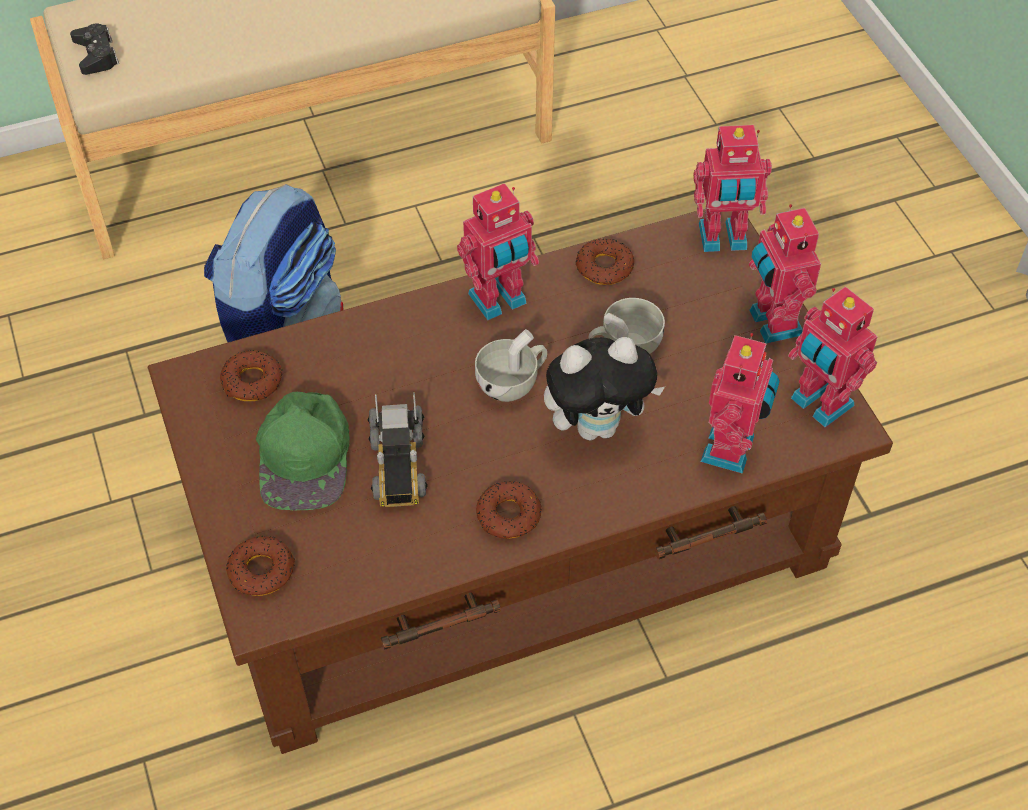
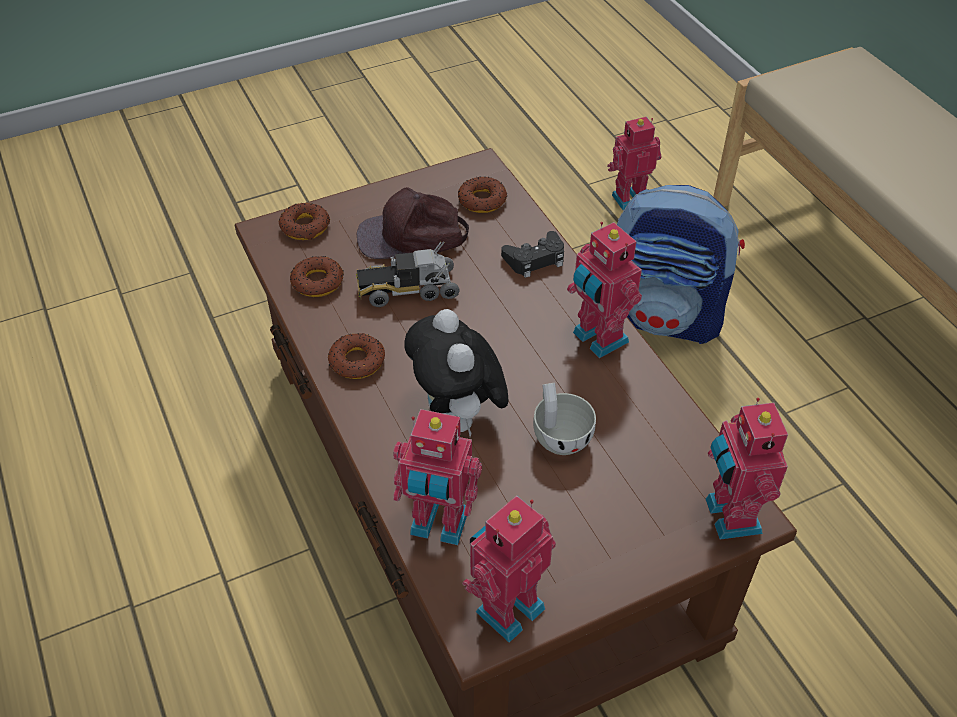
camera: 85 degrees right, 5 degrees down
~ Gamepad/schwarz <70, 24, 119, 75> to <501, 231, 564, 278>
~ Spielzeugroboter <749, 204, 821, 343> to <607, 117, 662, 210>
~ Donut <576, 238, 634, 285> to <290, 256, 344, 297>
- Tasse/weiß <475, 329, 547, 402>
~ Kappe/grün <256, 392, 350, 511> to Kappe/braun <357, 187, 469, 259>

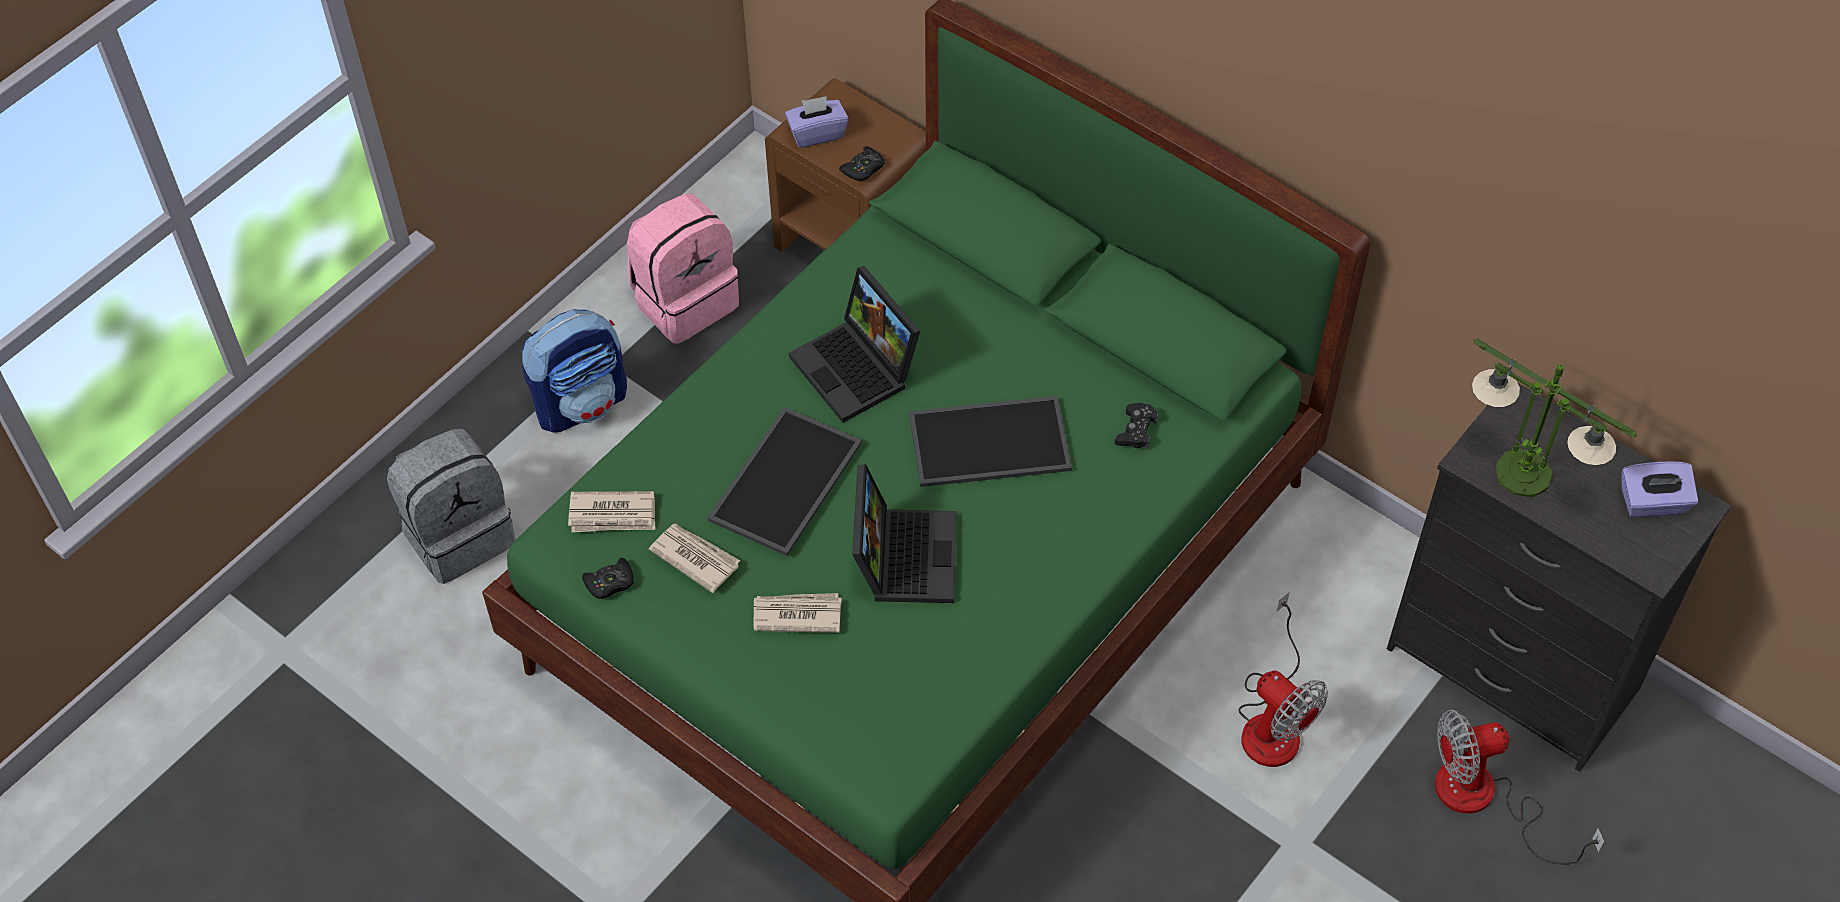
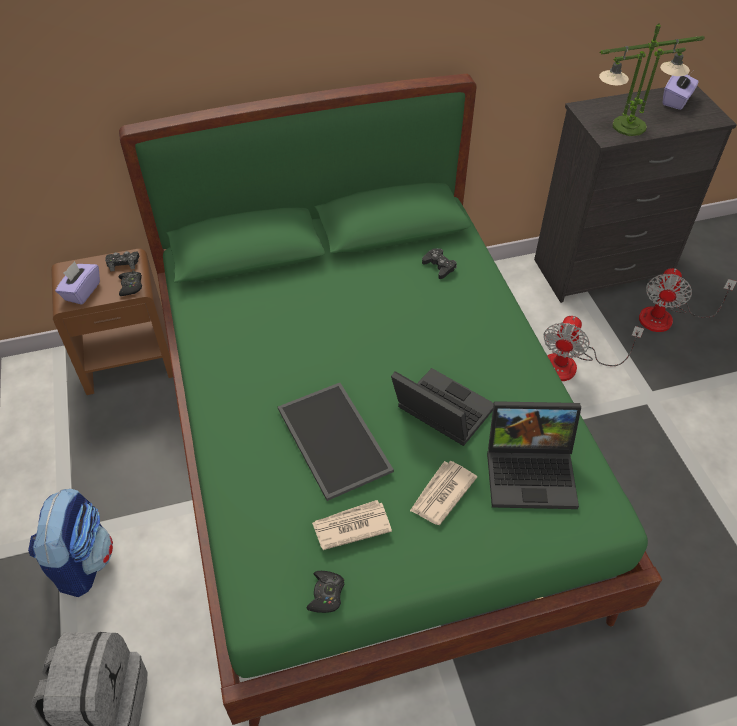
camera: 55 degrees left, 5 degrees down
- Rucksack/rosa <627, 194, 739, 344>
~ Laptop <789, 266, 920, 423> to <487, 401, 581, 509>
- Tablett <909, 396, 1072, 487>
- Zeitung <568, 491, 655, 532>
~ Ventilator <1238, 591, 1328, 767> = <543, 316, 644, 381> 120 degrees clockwise
+ Gamepad/schwarz <105, 251, 139, 271>

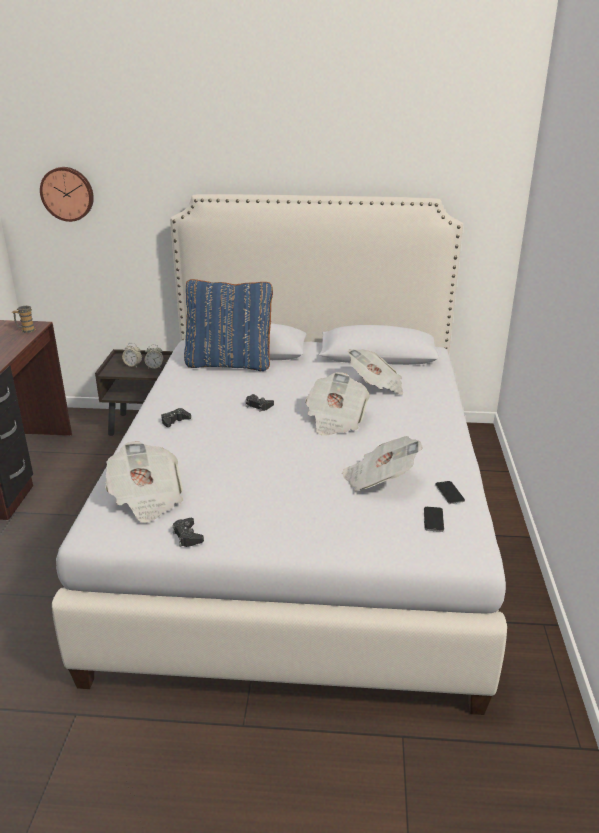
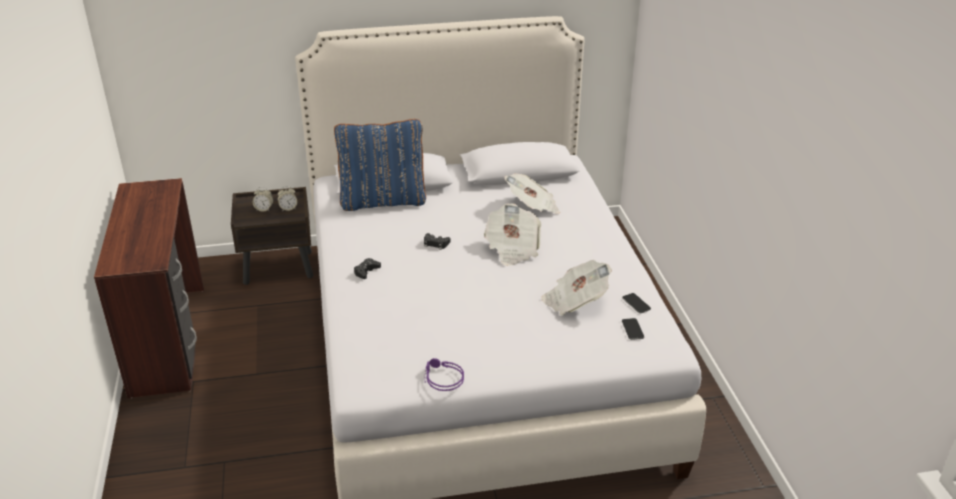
camera: 15 degrees left, 5 degrees up
- Wanduhr <40, 167, 94, 222>
- Henkelbecher <12, 306, 36, 333>
- Zeitung <105, 441, 183, 523>
~ Gamepad/schwarz <172, 518, 204, 547> to Kopfhörer/lila <425, 358, 464, 391>

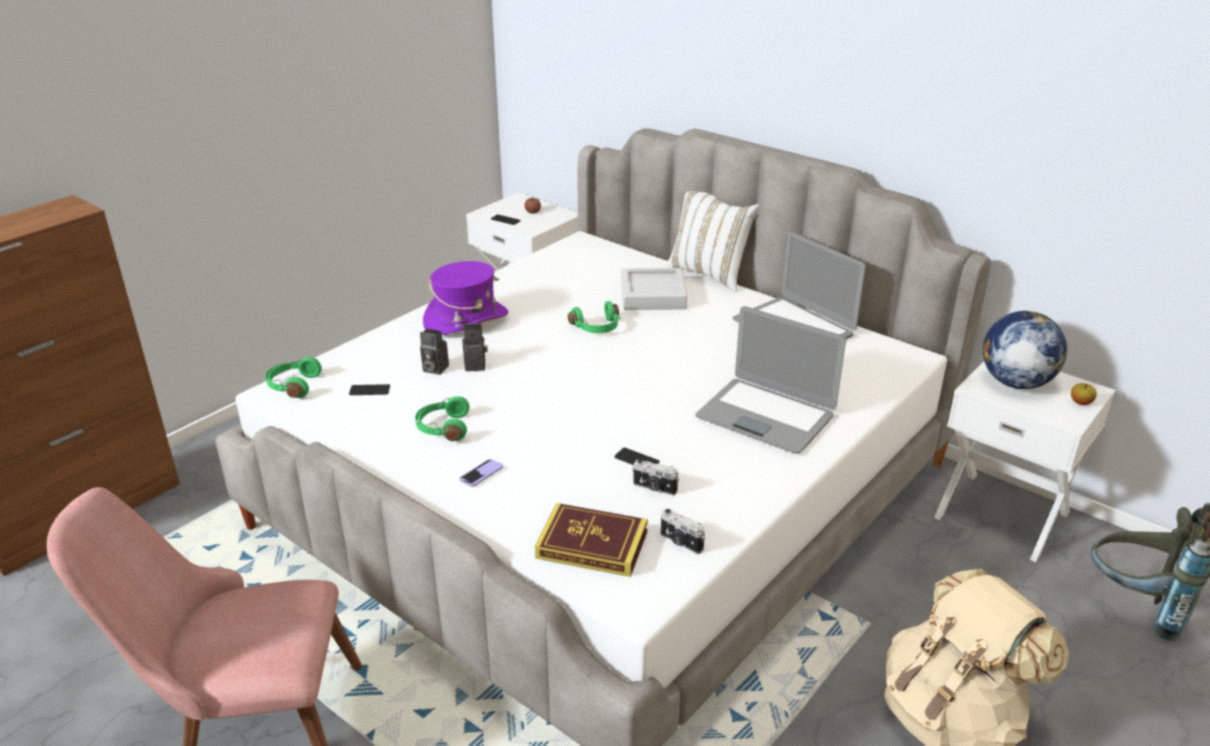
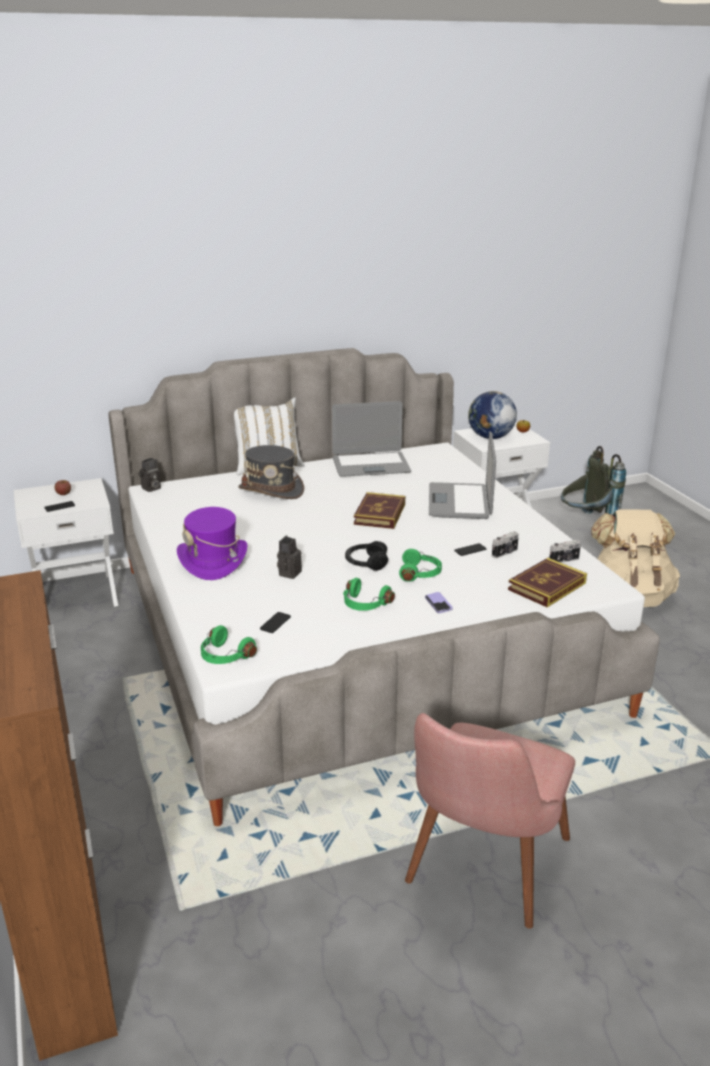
camera: 60 degrees left, 5 degrees down
~ Tablett/grau <621, 268, 687, 310> to Hut/grau <238, 445, 304, 499>
~ Kopfhörer/grün <568, 301, 620, 333> to <399, 549, 442, 582>
~ Laptop <696, 306, 846, 454> = <429, 431, 496, 519> 120 degrees clockwise
~ Kamera <420, 328, 449, 375> to <138, 458, 161, 492>
+ Buch <354, 492, 405, 529>
+ Kopfhörer/schwarz <345, 541, 388, 571>

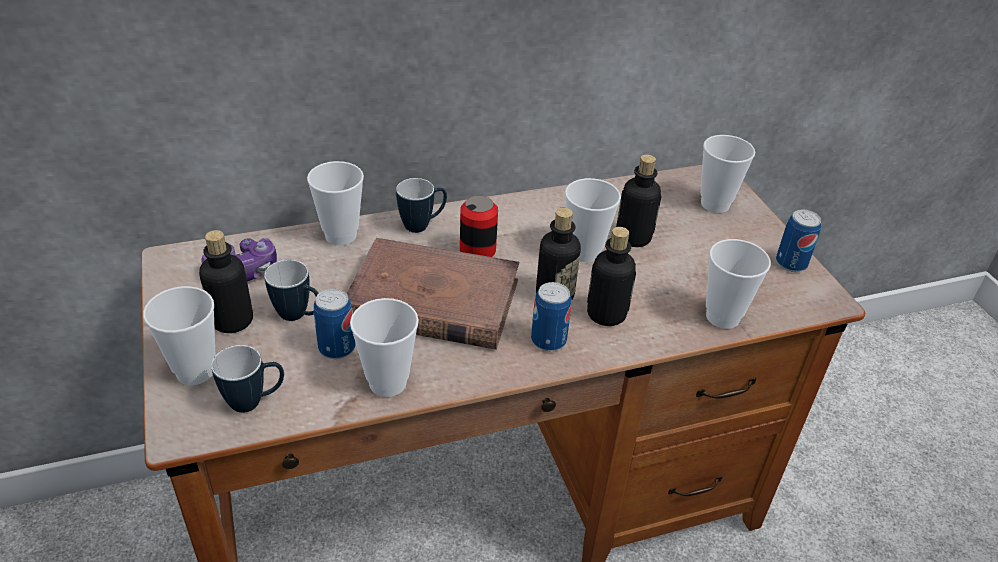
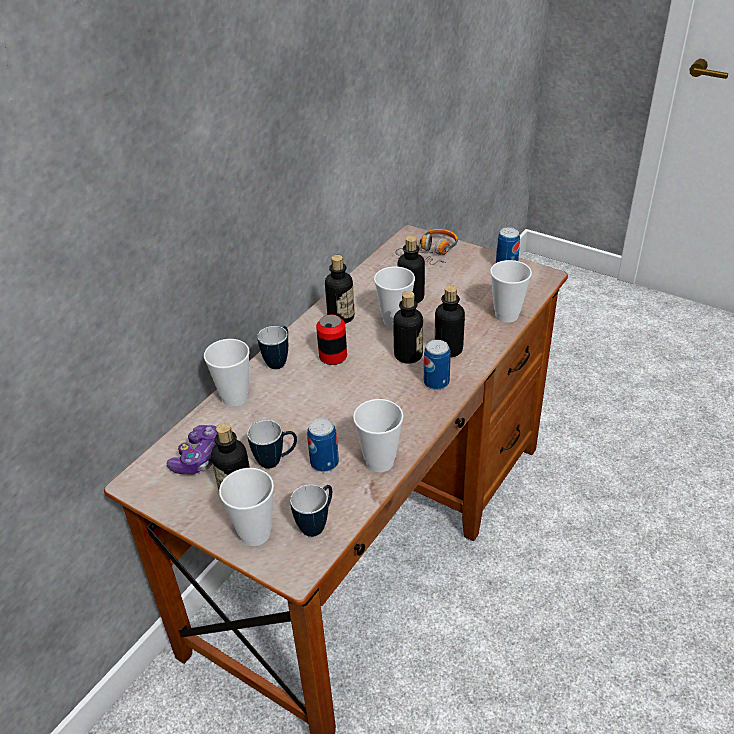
camera: 35 degrees left, 0 degrees up
~ Tasse <701, 135, 755, 213> to Kopfhörer <396, 229, 458, 265>
- Buch/braun <346, 238, 519, 350>
+ Flasche <325, 255, 355, 324>

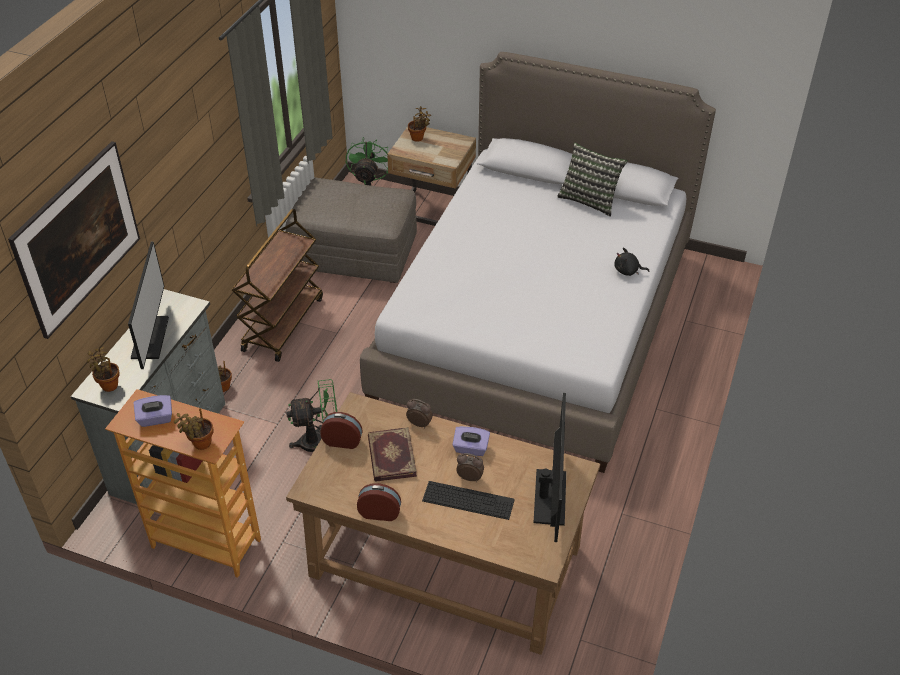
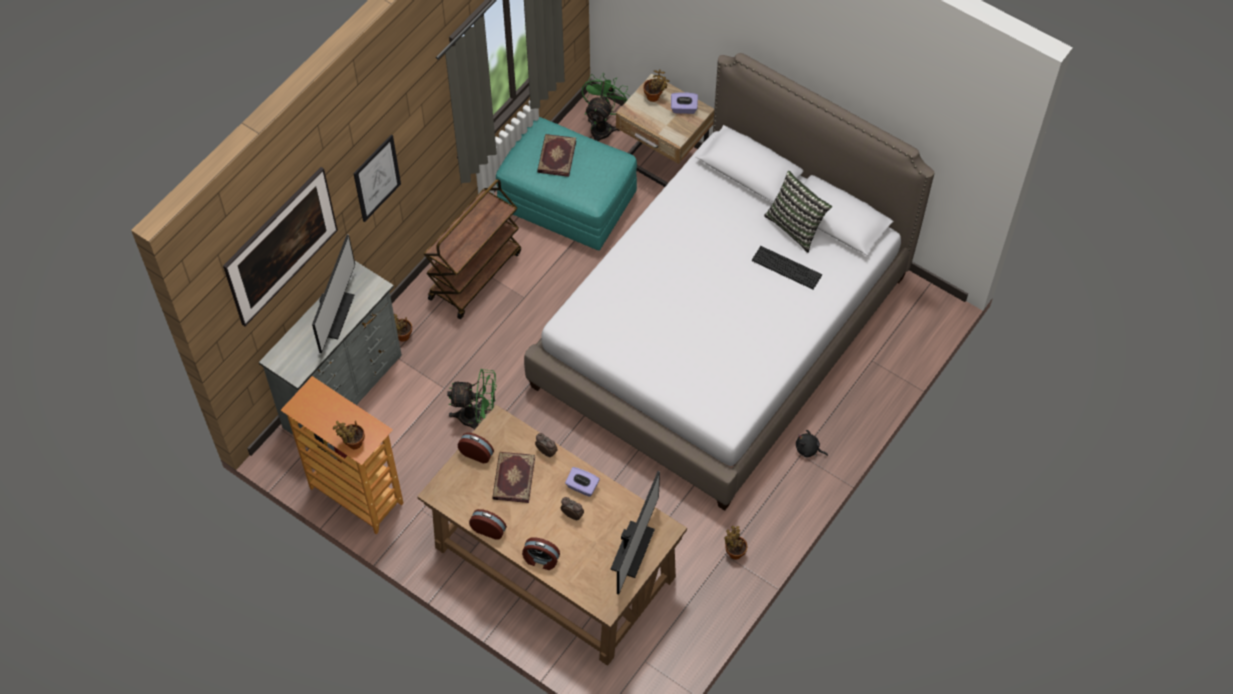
camera: 15 degrees right, 15 degrees up
~ Polsterhocker/grau <286, 177, 417, 283> to Polsterhocker/türkis <496, 117, 637, 251>
~ Plüschtier/schwarz <614, 248, 649, 276> to <796, 430, 828, 458>
~ Topfpflanze <87, 347, 120, 392> to <724, 526, 747, 560>
~ Taschentuchbox/lila <133, 395, 172, 427> to <671, 92, 698, 114>
~ Tastatur <422, 481, 515, 520> to <752, 246, 822, 289>
+ Buch <537, 134, 576, 177>
+ Bild <353, 135, 401, 222>
+ Wecker <522, 537, 560, 570>

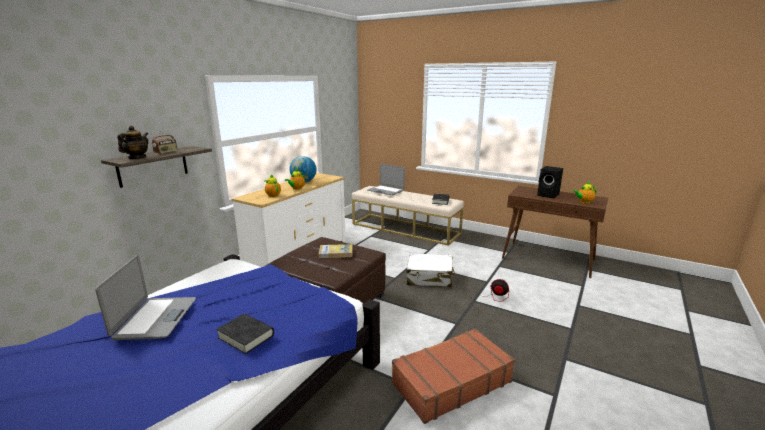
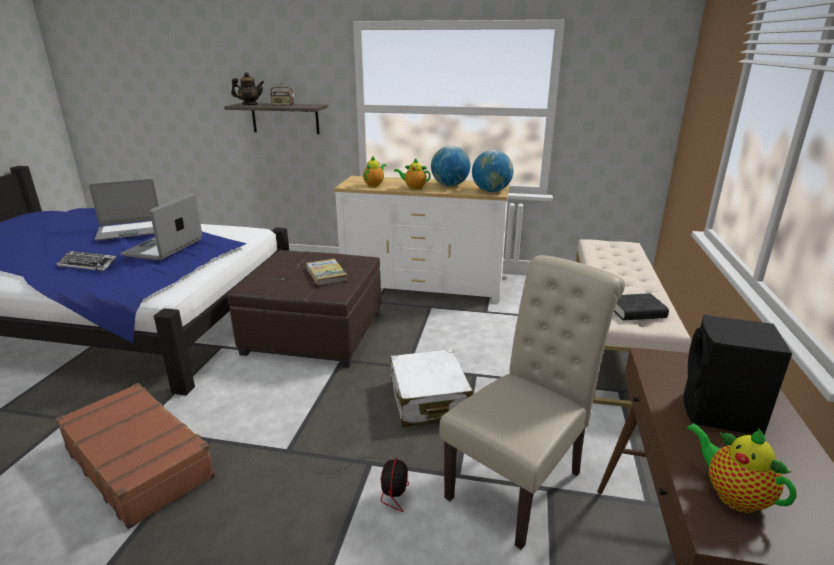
camera: 70 degrees right, 5 degrees up
~ Laptop <367, 164, 405, 195> to <120, 193, 202, 261>
~ Buch/schwarz <216, 314, 274, 354> to Tastatur <57, 251, 117, 271>
+ Globus <472, 150, 513, 192>
+ Stuhl/beige <439, 255, 625, 550>

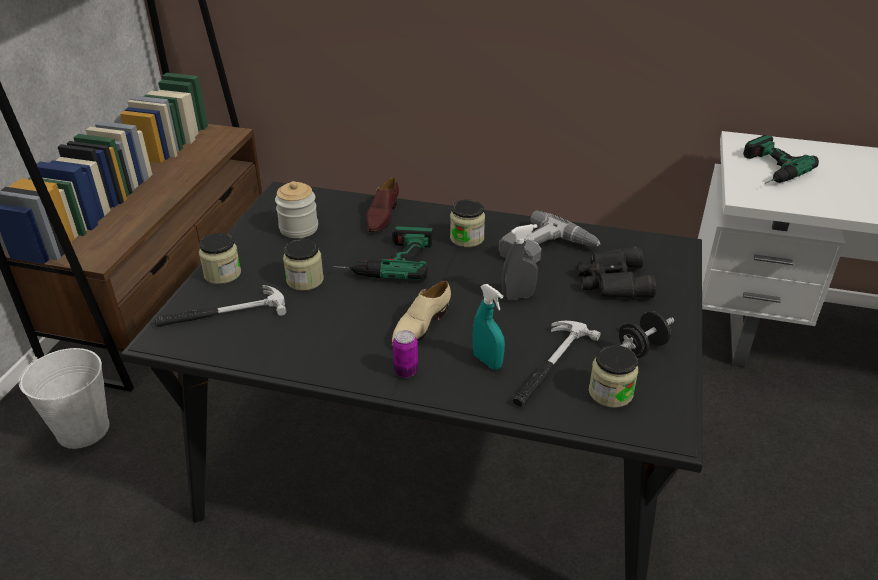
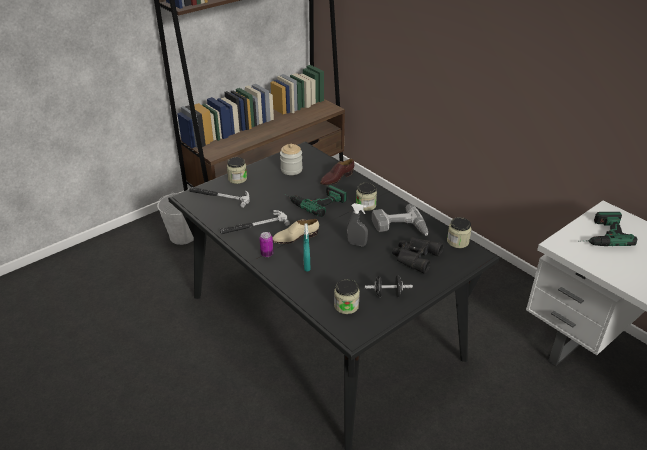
camera: 35 degrees right, 0 degrees up
~ Vorratsglas <283, 239, 324, 291> to <447, 217, 472, 248>
~ Hammer <512, 321, 601, 407> to <219, 210, 290, 234>

